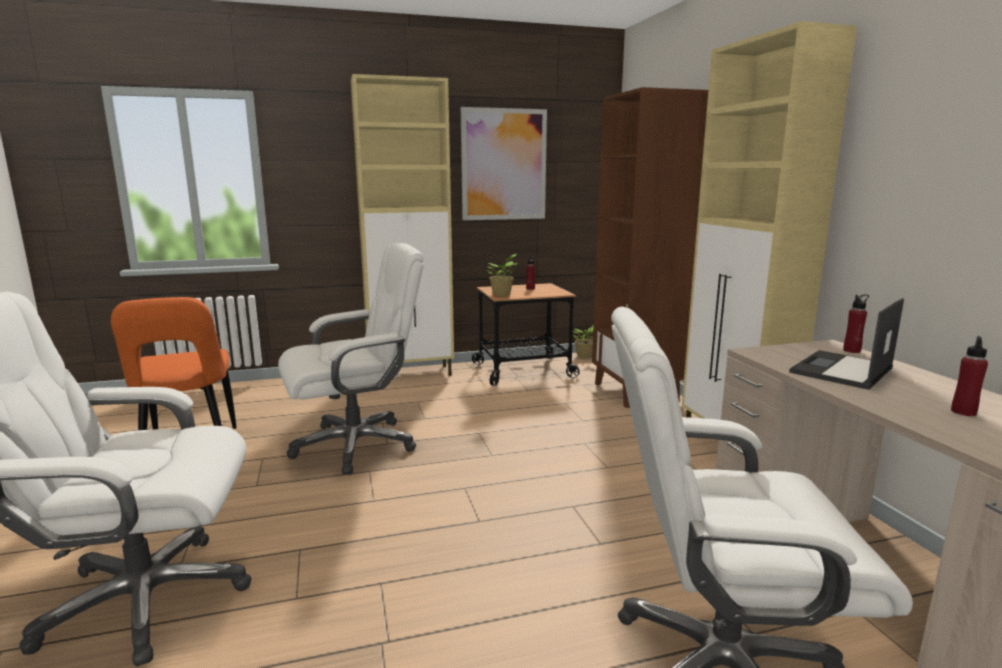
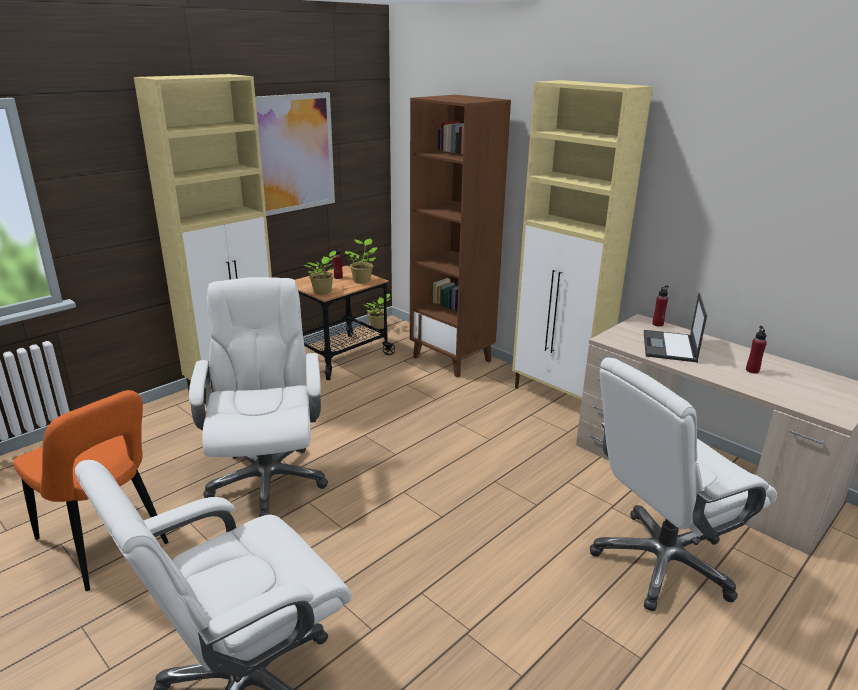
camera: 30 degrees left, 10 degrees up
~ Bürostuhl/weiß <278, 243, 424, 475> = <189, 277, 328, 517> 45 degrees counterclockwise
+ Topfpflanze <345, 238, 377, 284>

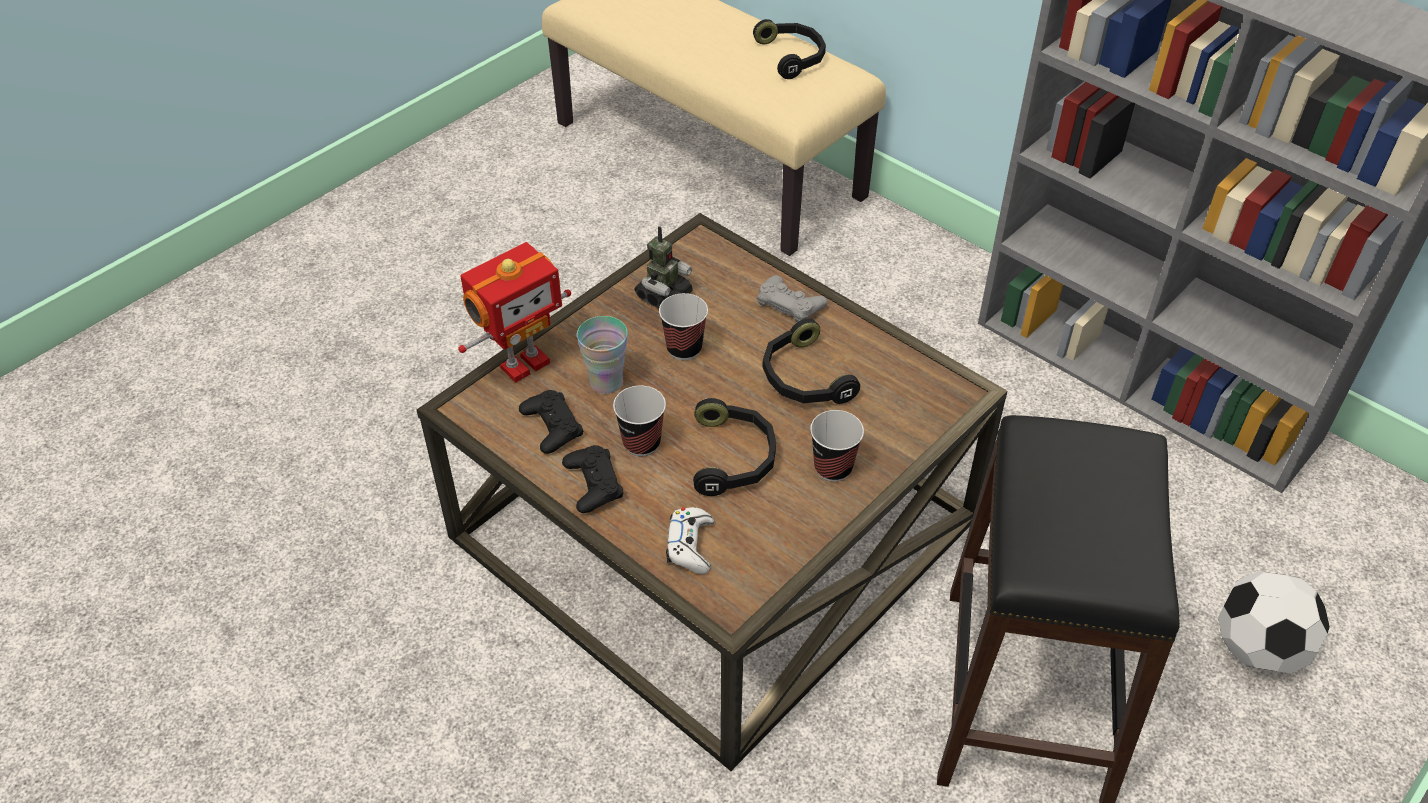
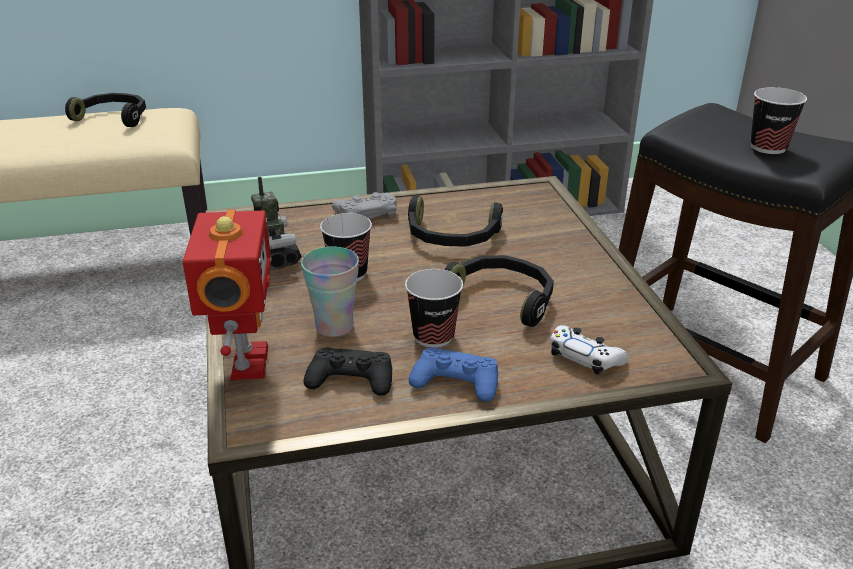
camera: 55 degrees left, 15 degrees down
~ Tasse <810, 410, 864, 482> to <751, 87, 807, 154>
~ Gamepad/schwarz <562, 445, 623, 513> to Gamepad/blau <408, 347, 498, 402>
- Fußball <1218, 572, 1330, 673>

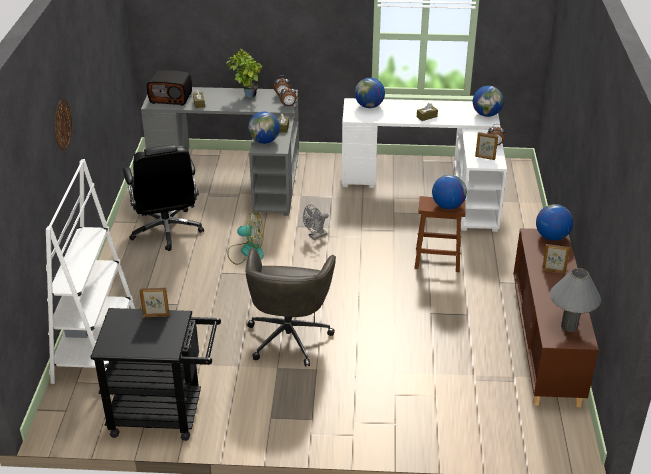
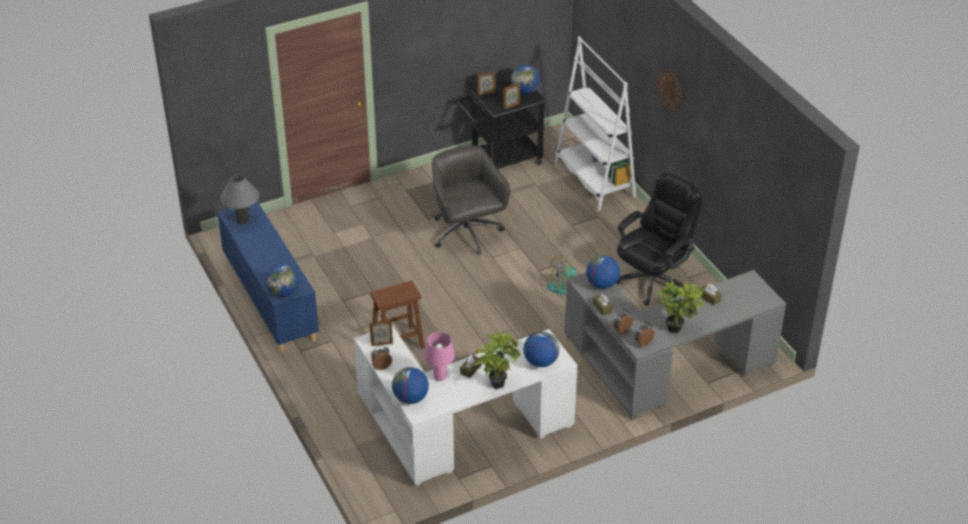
camera: 150 degrees right, 5 degrees up
- Radio <147, 70, 192, 106>
~ Bürostuhl/schwarz <122, 144, 204, 251> = <616, 173, 702, 306> 90 degrees clockwise
~ Globus <432, 175, 467, 209> to <511, 65, 540, 94>
- Ventilator/grau <303, 205, 329, 240>
~ Schrank/braun <513, 228, 599, 407> to Schrank/blau <217, 201, 319, 352>
~ Bilderrahmen <542, 244, 570, 274> to <477, 71, 496, 96>
+ Tischlampe/rosa <424, 332, 455, 381>
+ Topfpflanze <474, 333, 521, 389>

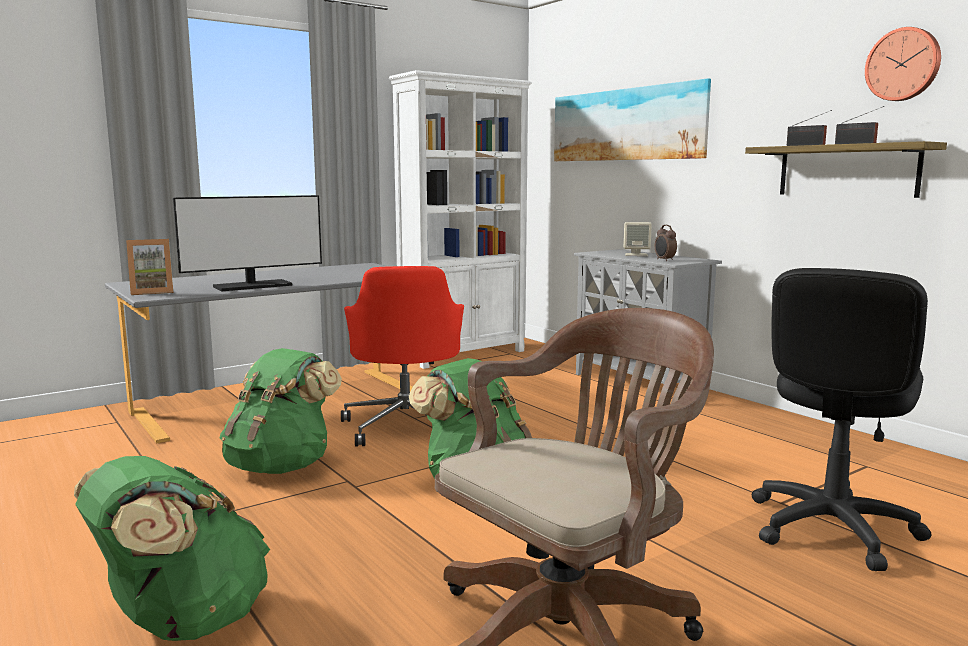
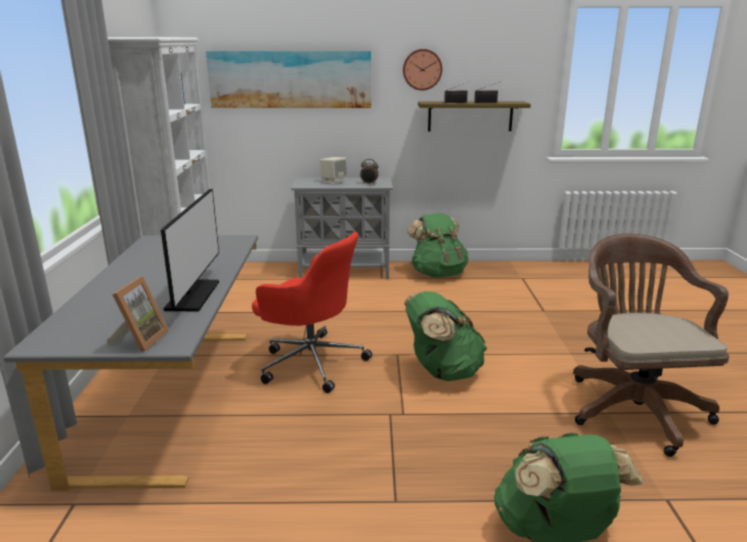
camera: 55 degrees left, 10 degrees up
~ Wanduhr <865, 27, 941, 101> to <403, 49, 442, 90>
- Bürostuhl/schwarz <751, 268, 932, 571>
~ Rucksack/grün <220, 348, 342, 474> to <407, 213, 468, 277>

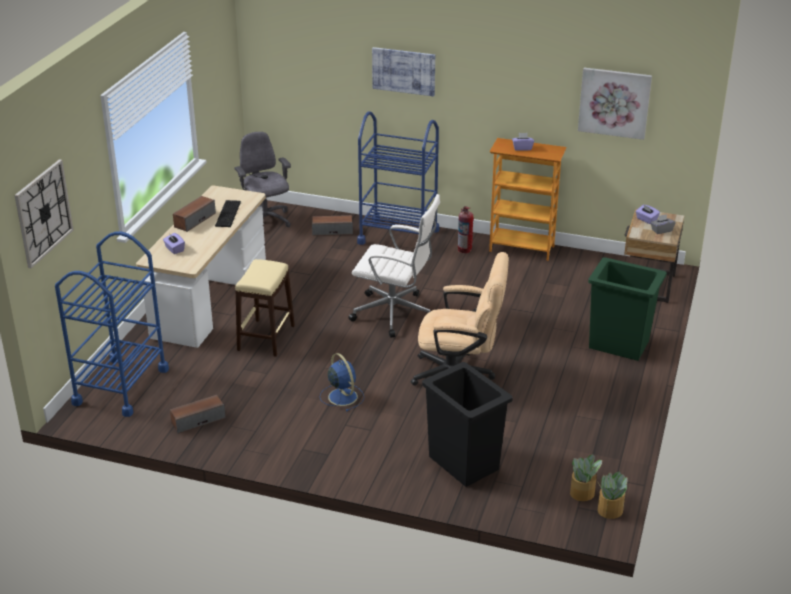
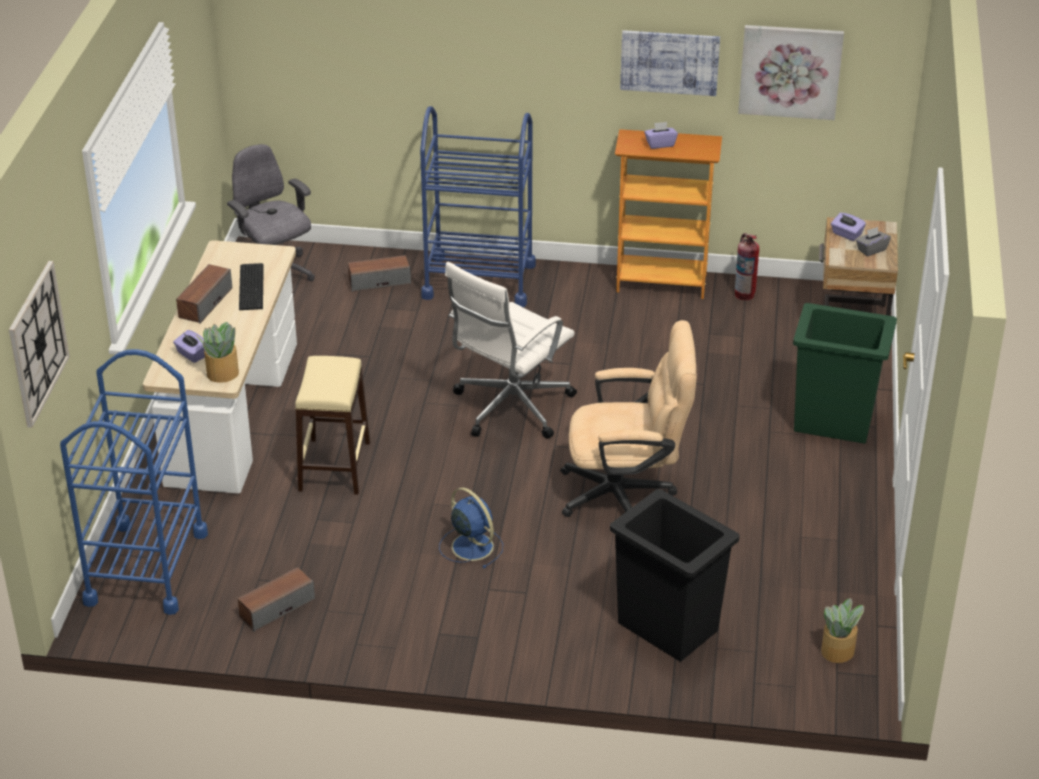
camera: 10 degrees left, 5 degrees up
~ Bild <372, 47, 435, 97> to <620, 30, 720, 96>
~ Bürostuhl/weiß <348, 194, 440, 338> = <445, 262, 577, 439> 120 degrees clockwise
~ Feuerlöscher <458, 206, 474, 253> to <735, 233, 759, 300>
~ Topfpflanze <597, 471, 628, 519> to <196, 322, 239, 383>

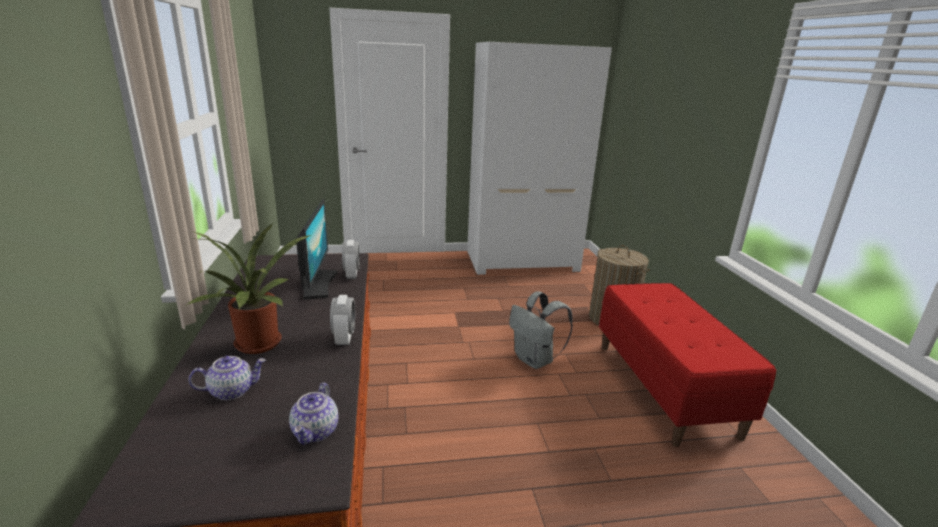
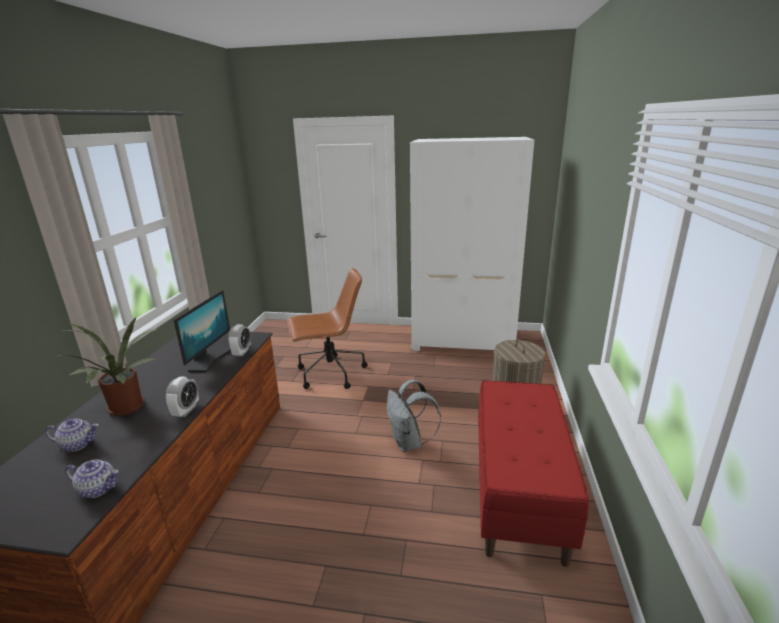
camera: 20 degrees right, 0 degrees up
~ Teekanne <289, 383, 338, 445> = <65, 459, 119, 498> 105 degrees counterclockwise
+ Bürostuhl/braun <287, 268, 367, 389>

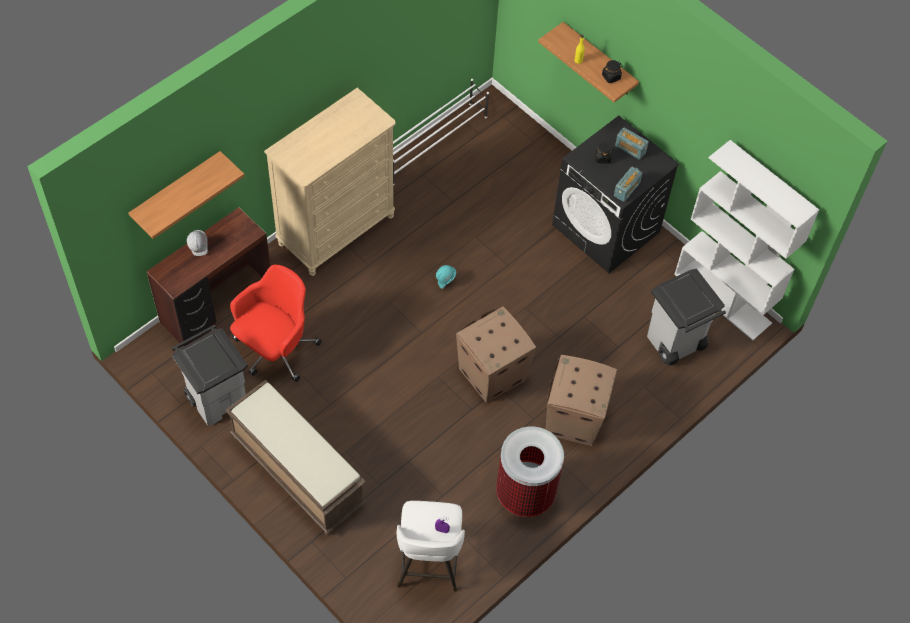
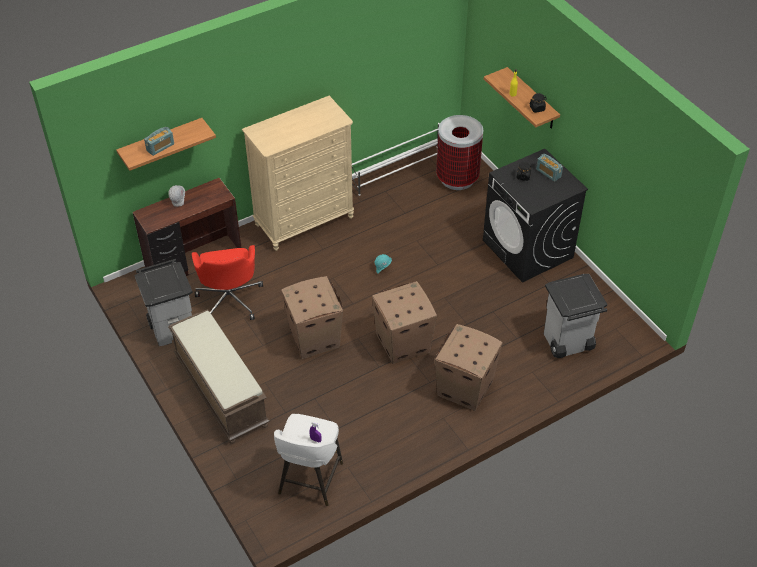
camera: 15 degrees right, 10 degrees down
- Bücherregal/weiß <674, 140, 819, 340>
~ Radio <614, 167, 642, 202> to <144, 127, 174, 156>
~ Bürostuhl/rot <230, 265, 322, 382> = <192, 245, 263, 320> 120 degrees clockwise
~ Mülleimer <496, 426, 564, 517> to <436, 115, 483, 190>
+ Karton <281, 276, 343, 359>

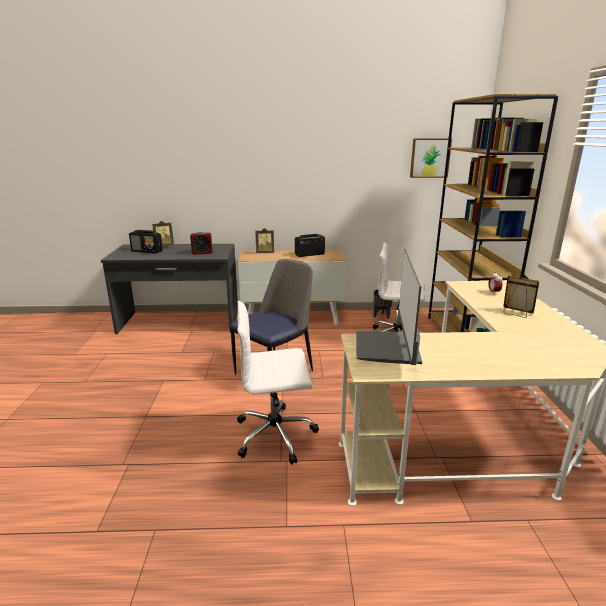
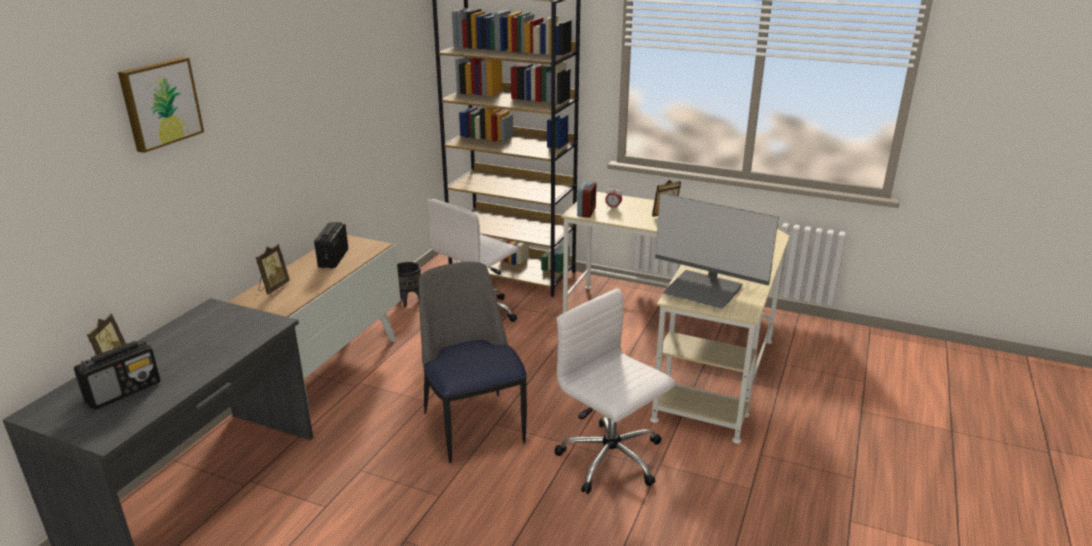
camera: 65 degrees left, 5 degrees up
~ Bild <410, 138, 452, 178> to <118, 57, 204, 153>
~ Wecker <190, 231, 213, 255> to <577, 181, 596, 218>
~ Bürostuhl/weiß <237, 301, 319, 465> = <554, 288, 675, 494> 120 degrees clockwise

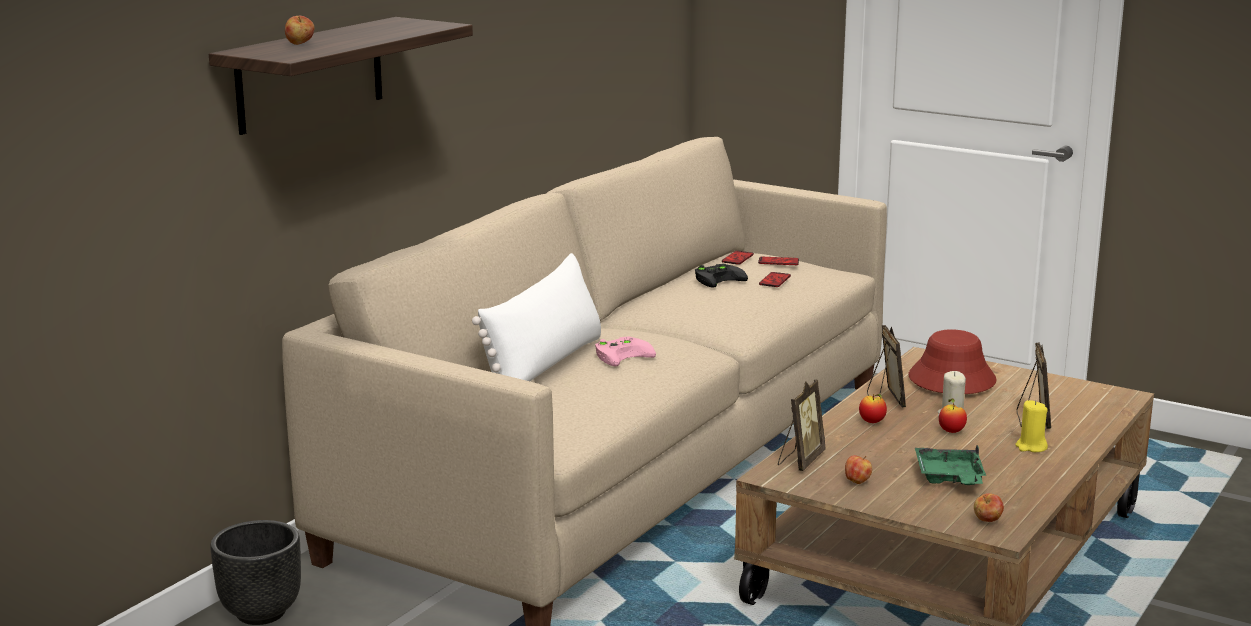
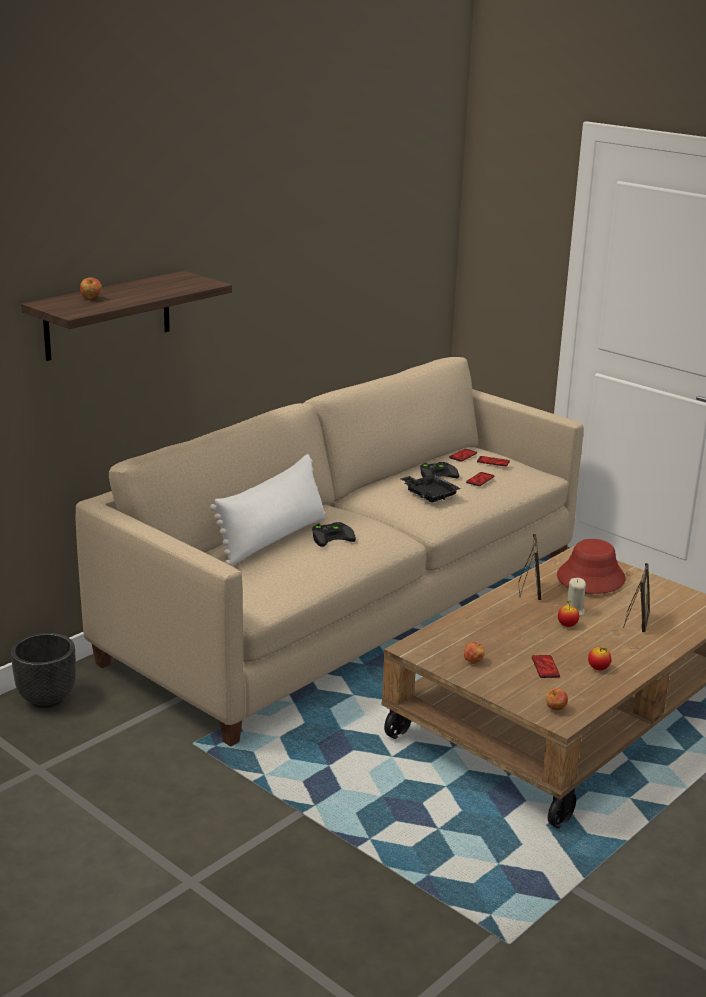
camera: 10 degrees right, 5 degrees up
~ Gamepad/rosa <595, 336, 656, 366> to Gamepad/schwarz <312, 522, 356, 547>
- Bilderrahmen <778, 380, 826, 471>
~ Apfel <859, 394, 887, 423> to <588, 647, 611, 671>
- Kerze/gelb <1016, 400, 1048, 452>
~ Tablett/grün <915, 445, 986, 485> to Handy <532, 655, 560, 678>
+ Tablett/schwarz <401, 474, 461, 502>

